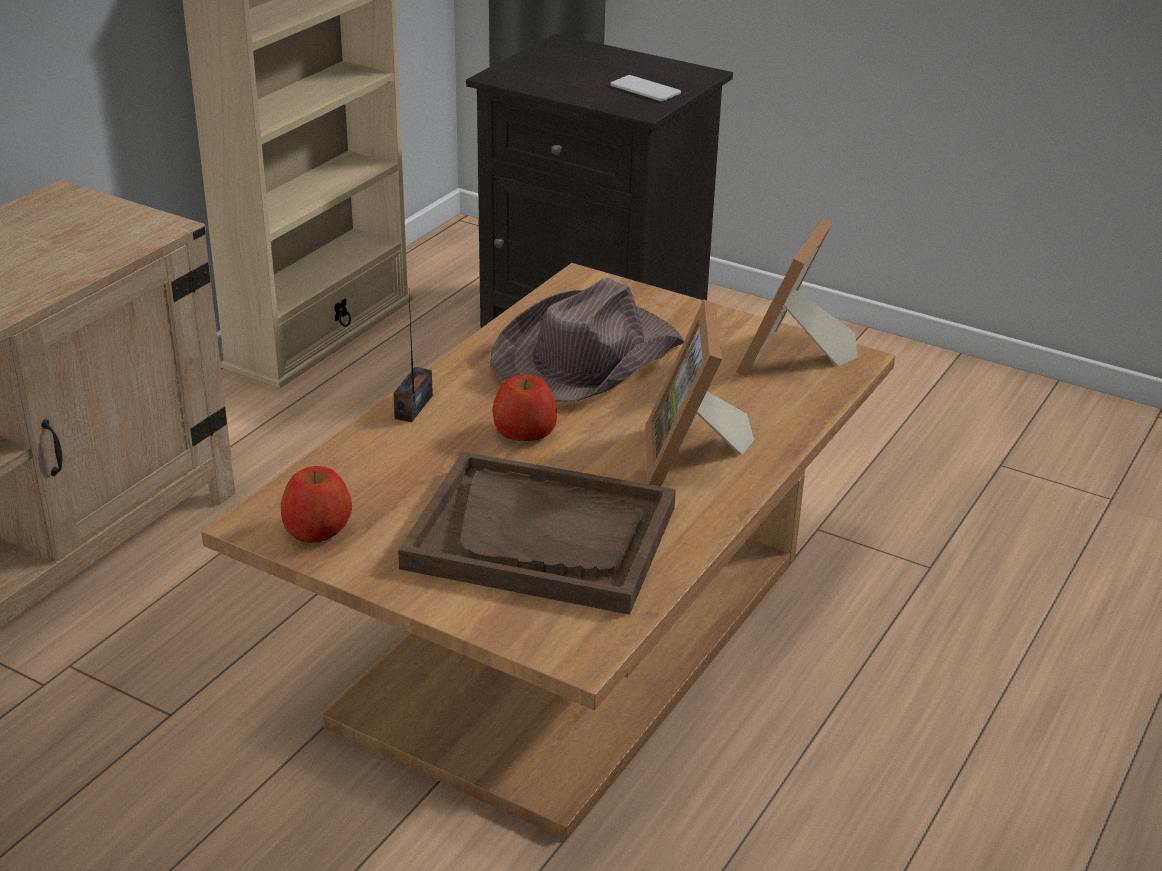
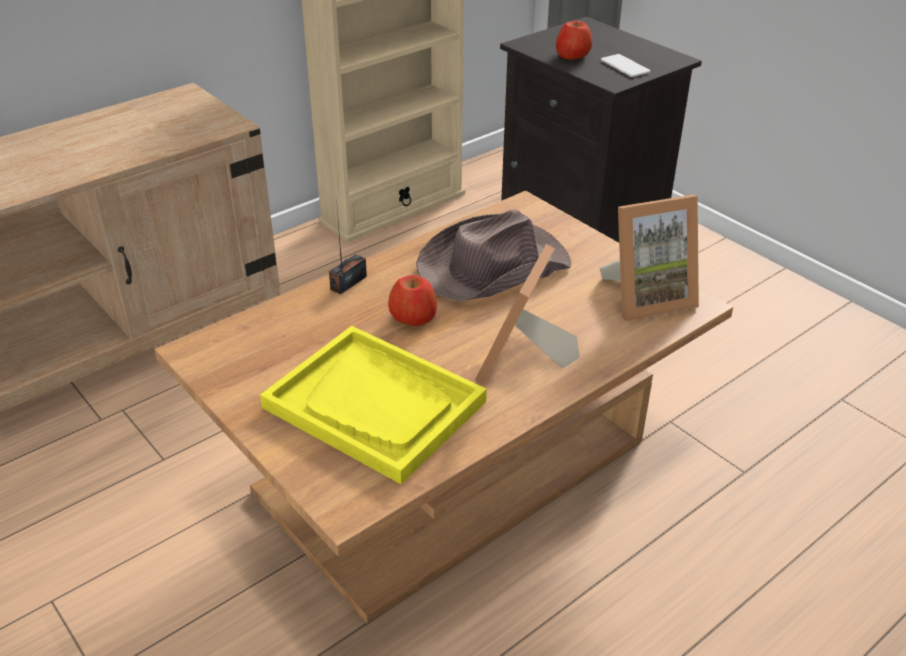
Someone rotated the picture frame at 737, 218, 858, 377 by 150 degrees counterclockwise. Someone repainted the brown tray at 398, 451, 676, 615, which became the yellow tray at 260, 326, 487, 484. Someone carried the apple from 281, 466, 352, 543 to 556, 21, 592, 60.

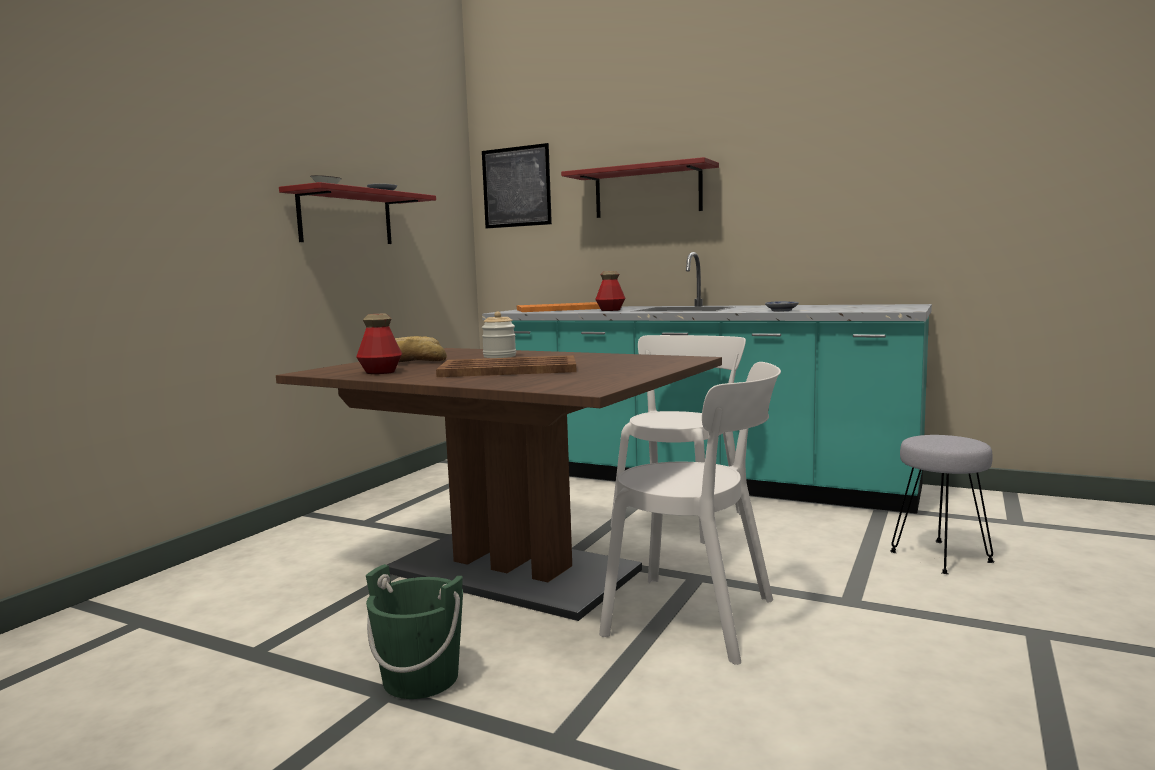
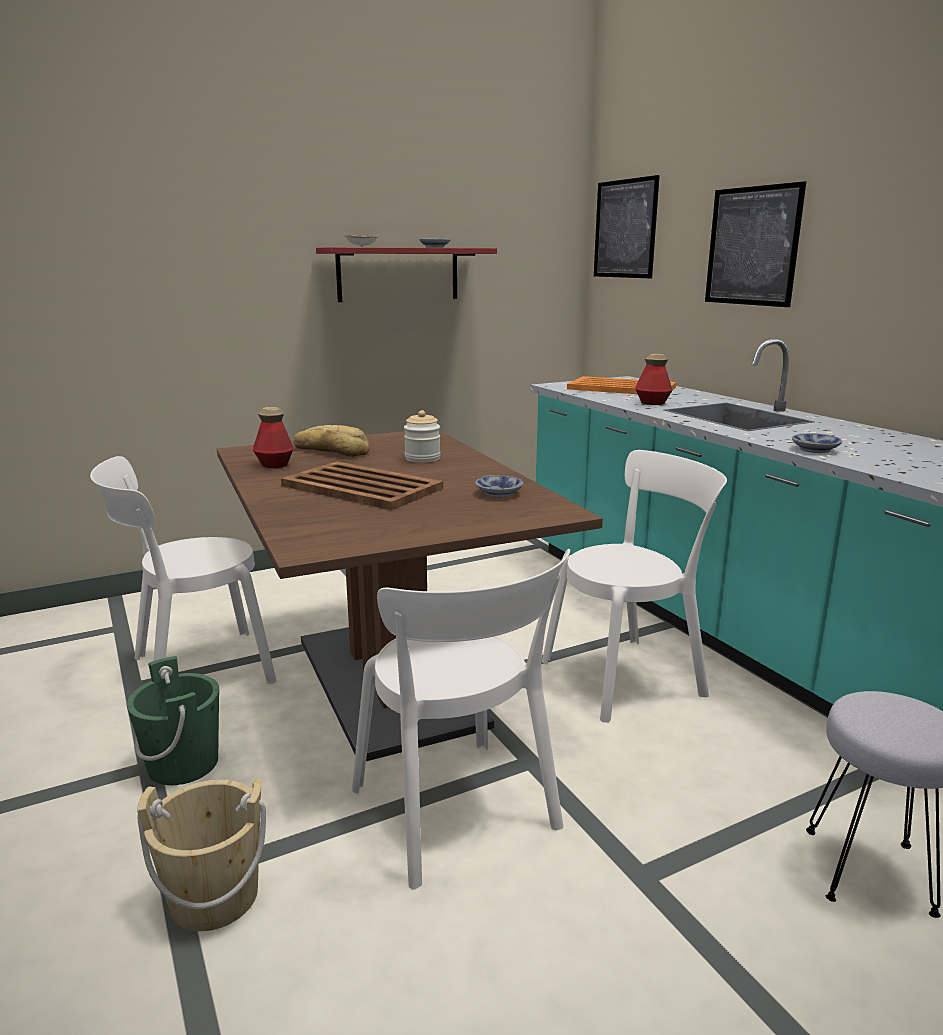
Someone swapped the reddish shelf at 561, 157, 719, 218 for the picture at 705, 181, 806, 307. Someone put down the white upright chair at 90, 456, 277, 684. Someone put down the bowl at 476, 475, 523, 498. Someone put down the beige-coloured water bucket at 137, 779, 266, 931.

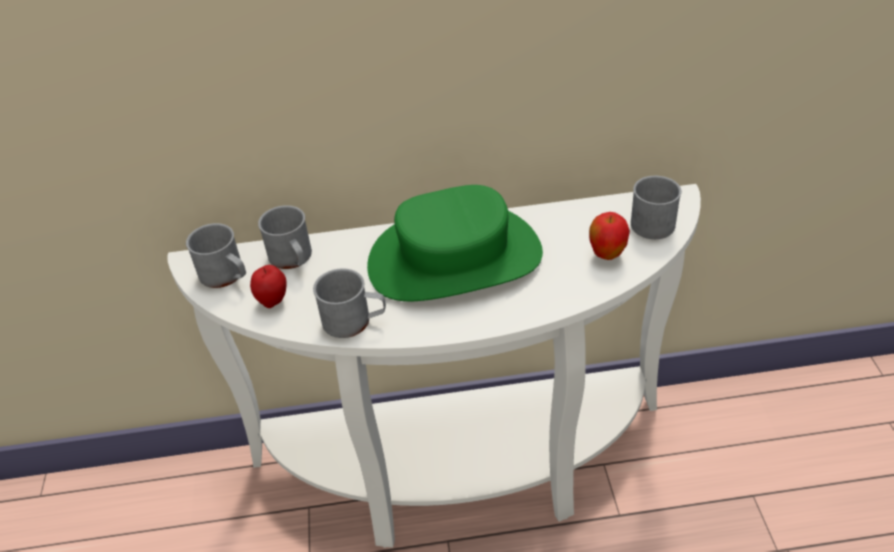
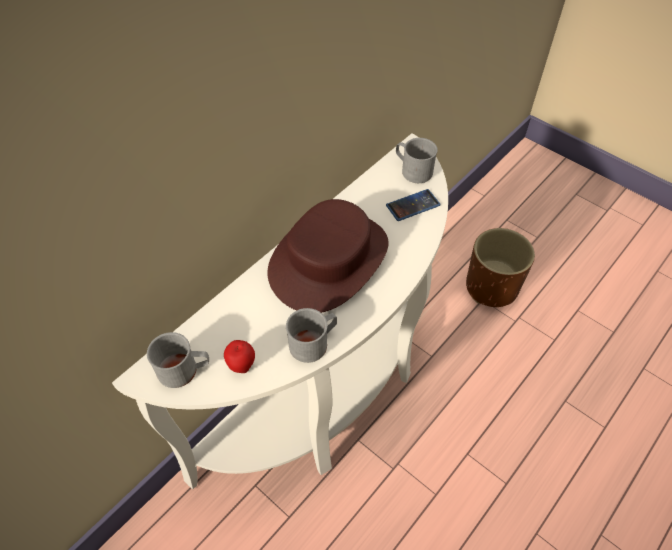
Someone repainted the green hat at 367, 185, 543, 301, which became the brown hat at 267, 199, 389, 313. Someone took away the greyish tea mug at 258, 205, 312, 269. Someone swapped the apple at 589, 212, 630, 260 for the telephone at 386, 189, 441, 221. Someone put down the brown plant pot at 466, 228, 535, 307.

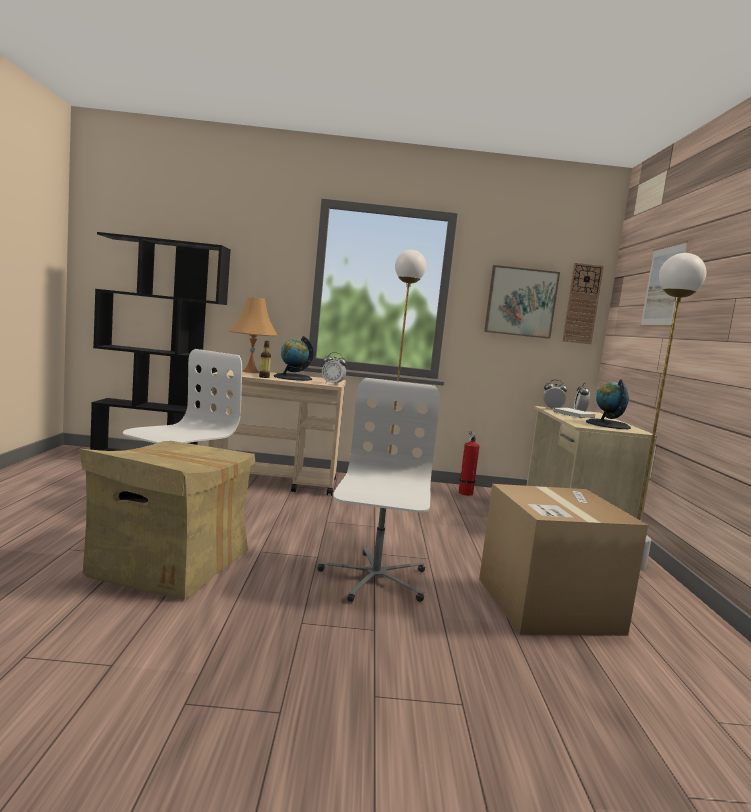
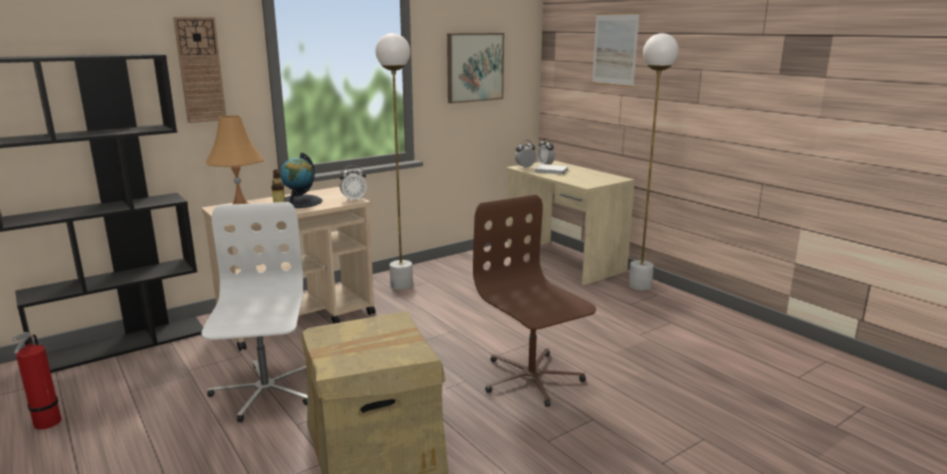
Someone carried the wall clock from 563, 263, 604, 344 to 173, 17, 226, 123. Someone repainted the white desk chair at 317, 378, 440, 602, which became the brown desk chair at 473, 195, 596, 407. Someone took away the world globe at 586, 380, 631, 429. Someone carried the fire-fighting cylinder from 458, 431, 479, 496 to 12, 332, 61, 430. Someone took away the cardboard box at 479, 484, 648, 636.

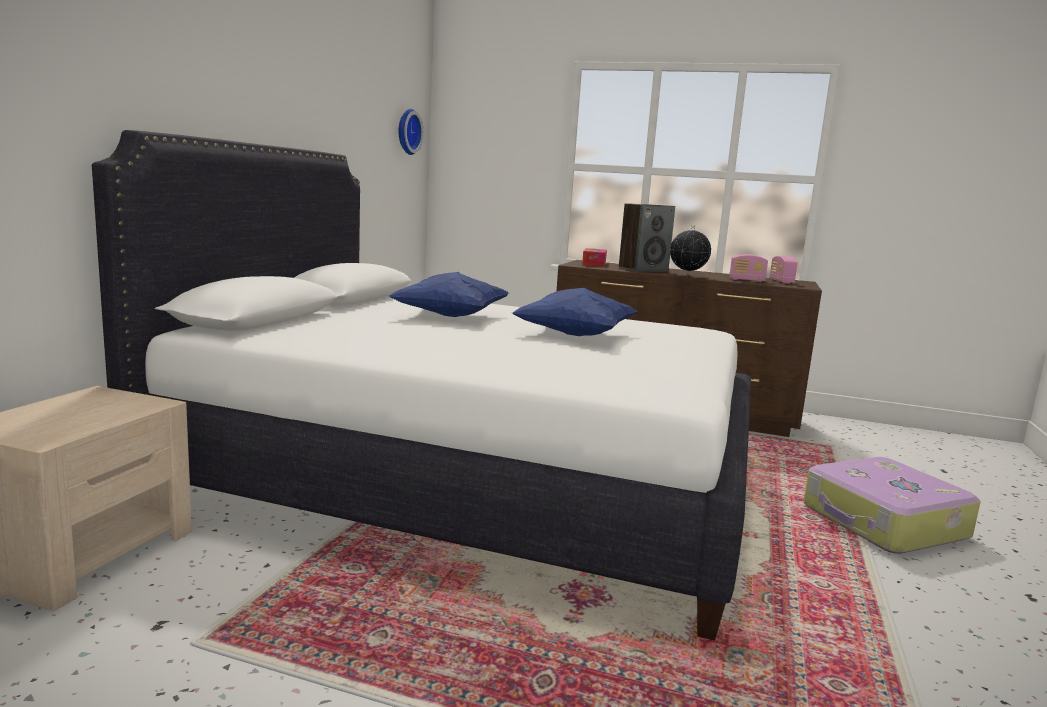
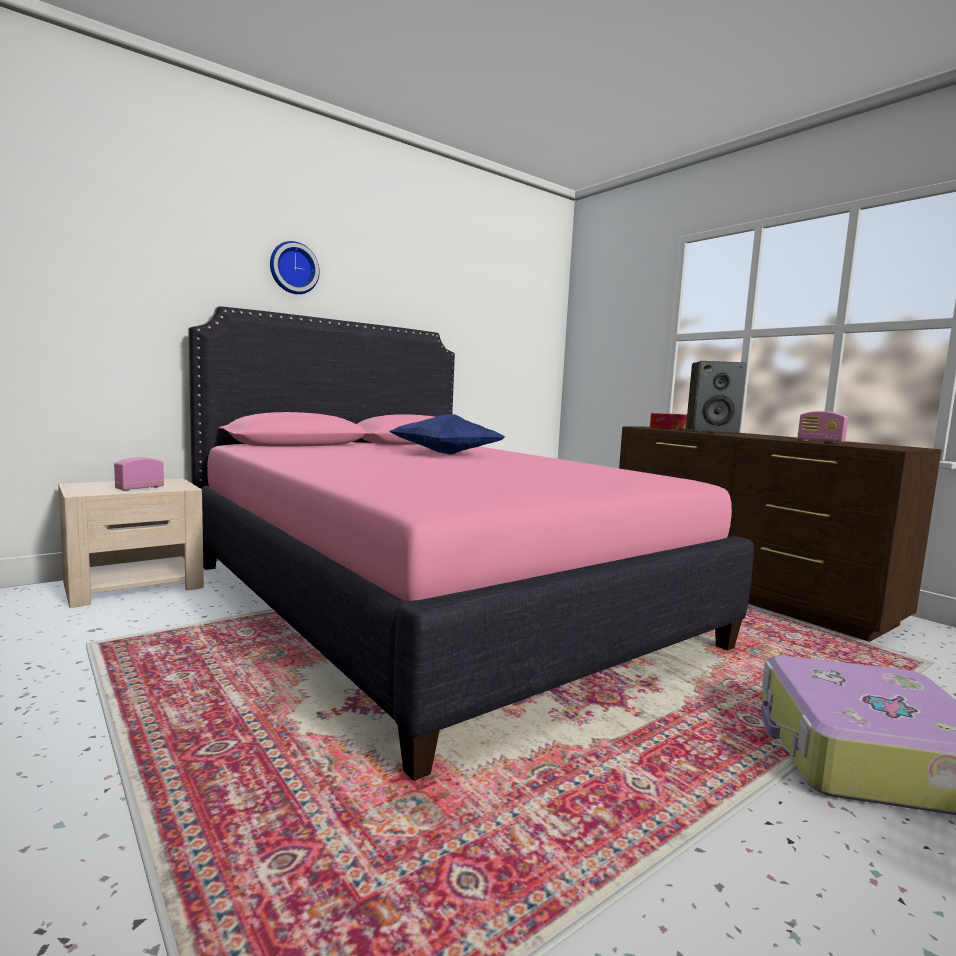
Someone carried the wall clock from 399, 109, 424, 155 to 270, 241, 320, 294. Someone repainted the white bedroom bed at 92, 130, 751, 641, which became the pink bedroom bed at 188, 306, 754, 781. Someone took away the world globe at 670, 226, 711, 277. Someone carried the radio set from 770, 256, 798, 283 to 114, 457, 164, 491. Someone took away the blue-coloured pillow at 513, 288, 637, 336.

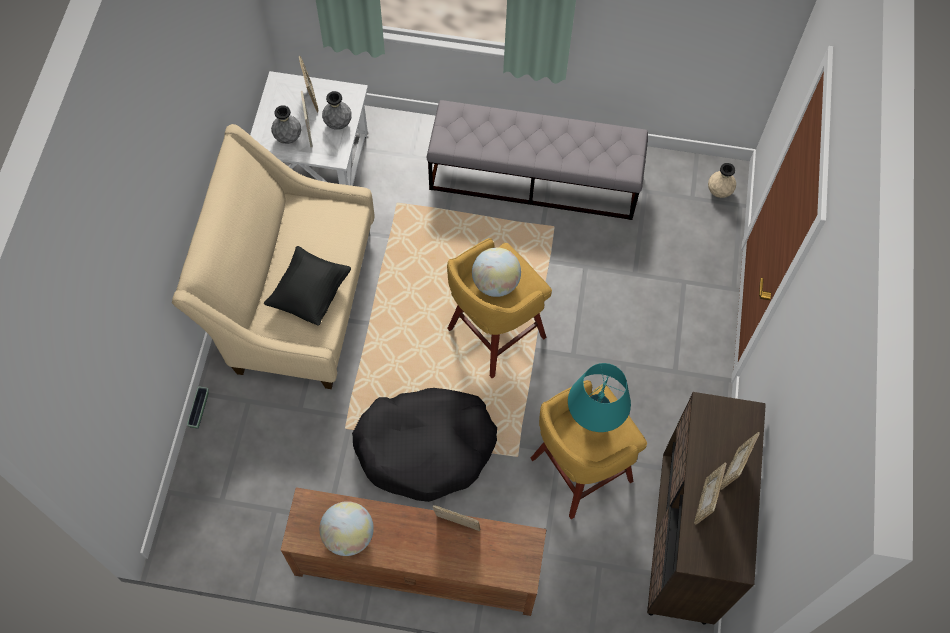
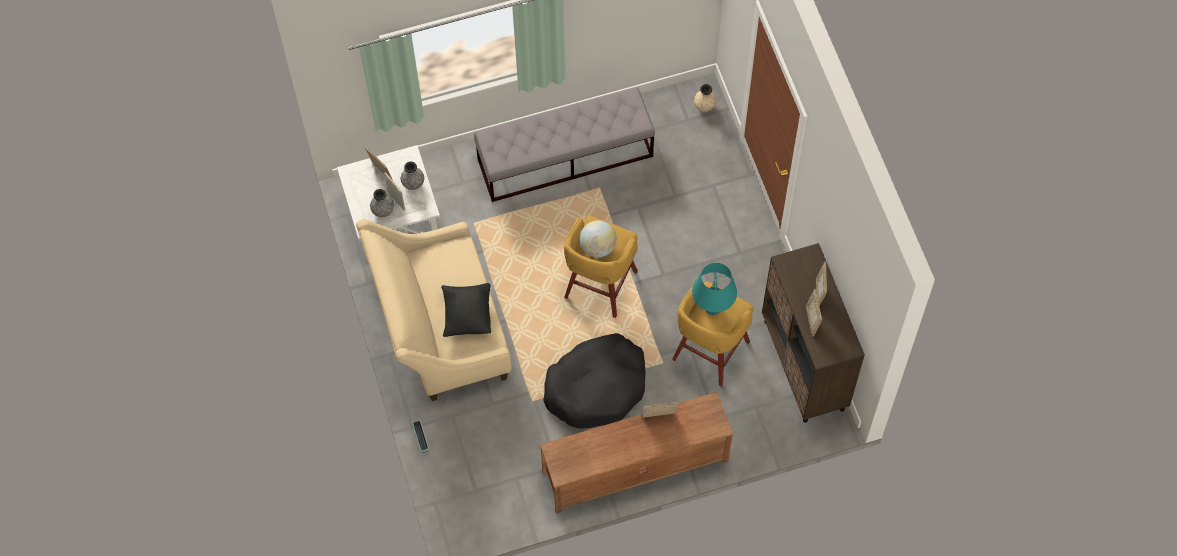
Someone took away the world globe at 320, 501, 374, 556.

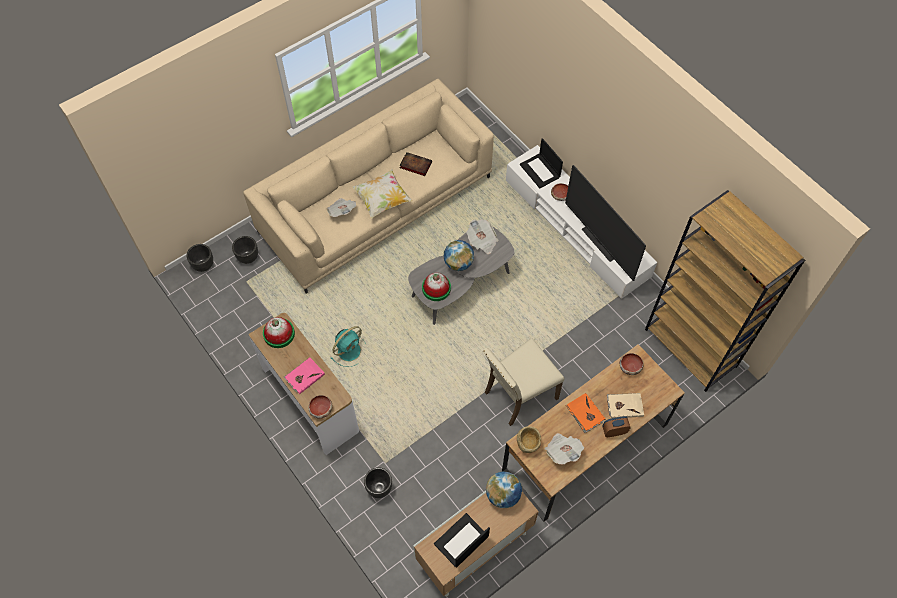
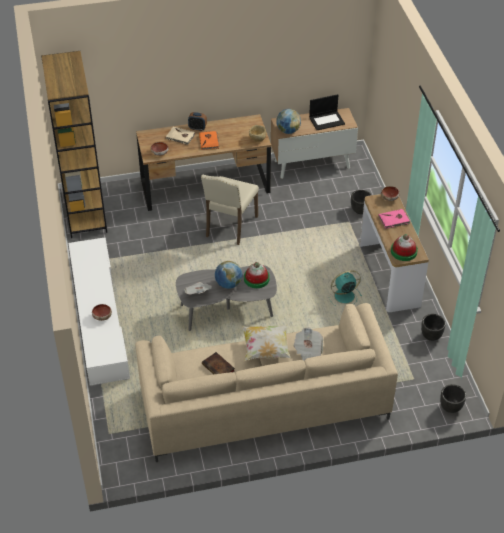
Someone took away the notebook computer at 520, 138, 563, 188. Someone took away the TV at 565, 165, 646, 281. Someone carried the black plant pot from 232, 236, 258, 264 to 421, 314, 446, 341. Someone rotated the beige-coloured upright chair at 483, 338, 565, 426 by 120 degrees clockwise. Someone took away the printed paper at 545, 433, 584, 464.

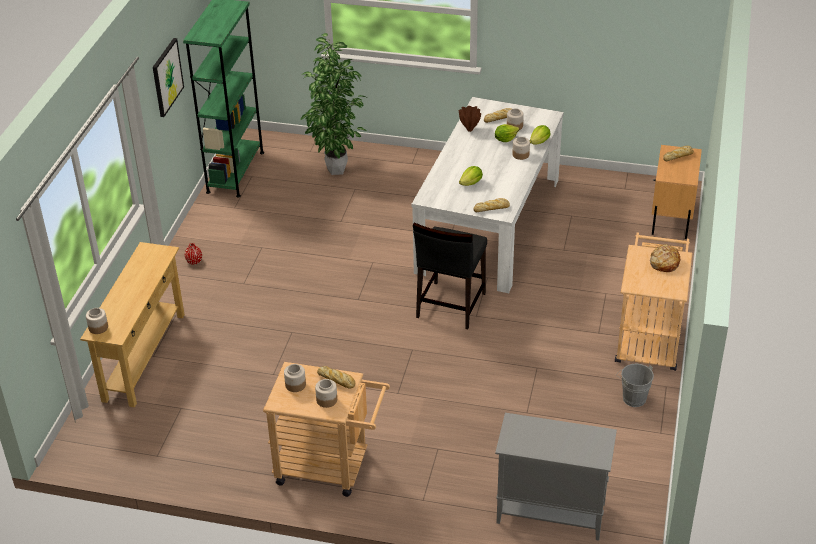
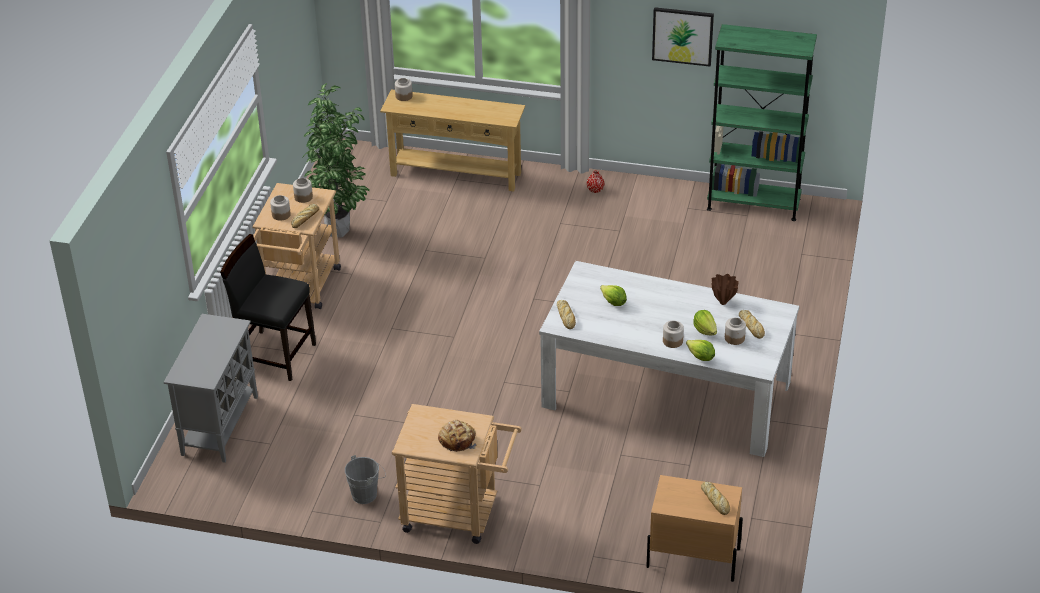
Someone carried the houseplant from 301, 33, 367, 175 to 303, 83, 370, 238. Someone carried the black upright chair from 413, 223, 487, 329 to 220, 234, 316, 381.

